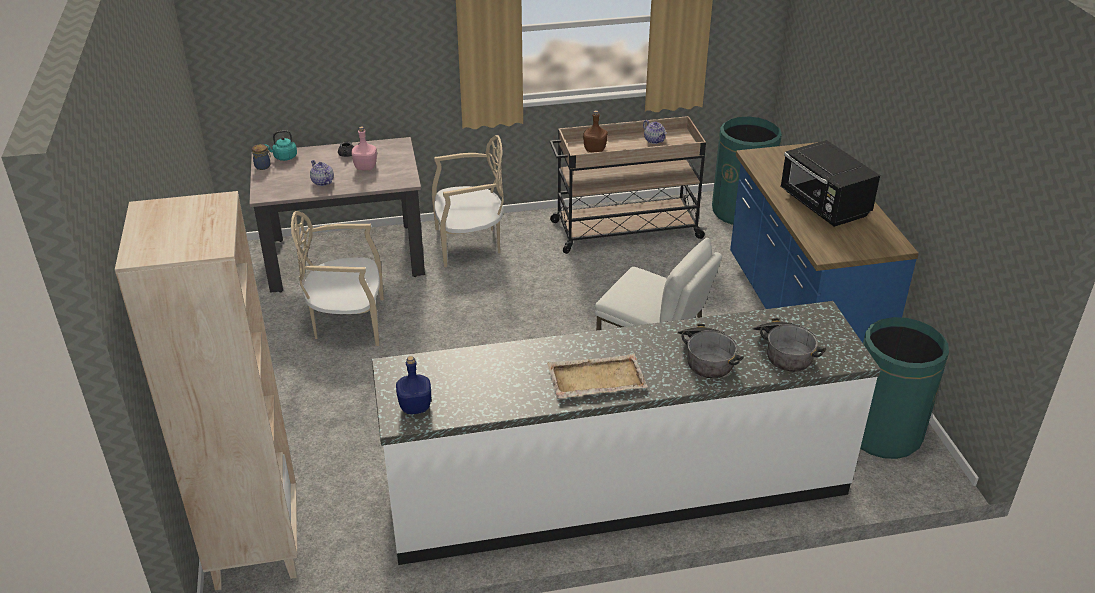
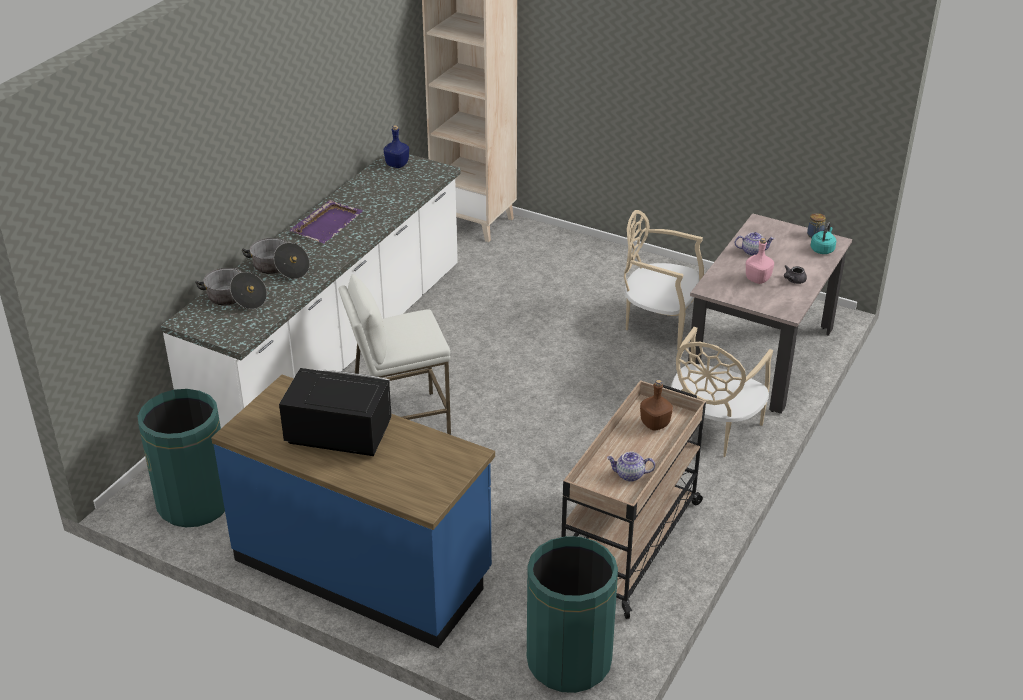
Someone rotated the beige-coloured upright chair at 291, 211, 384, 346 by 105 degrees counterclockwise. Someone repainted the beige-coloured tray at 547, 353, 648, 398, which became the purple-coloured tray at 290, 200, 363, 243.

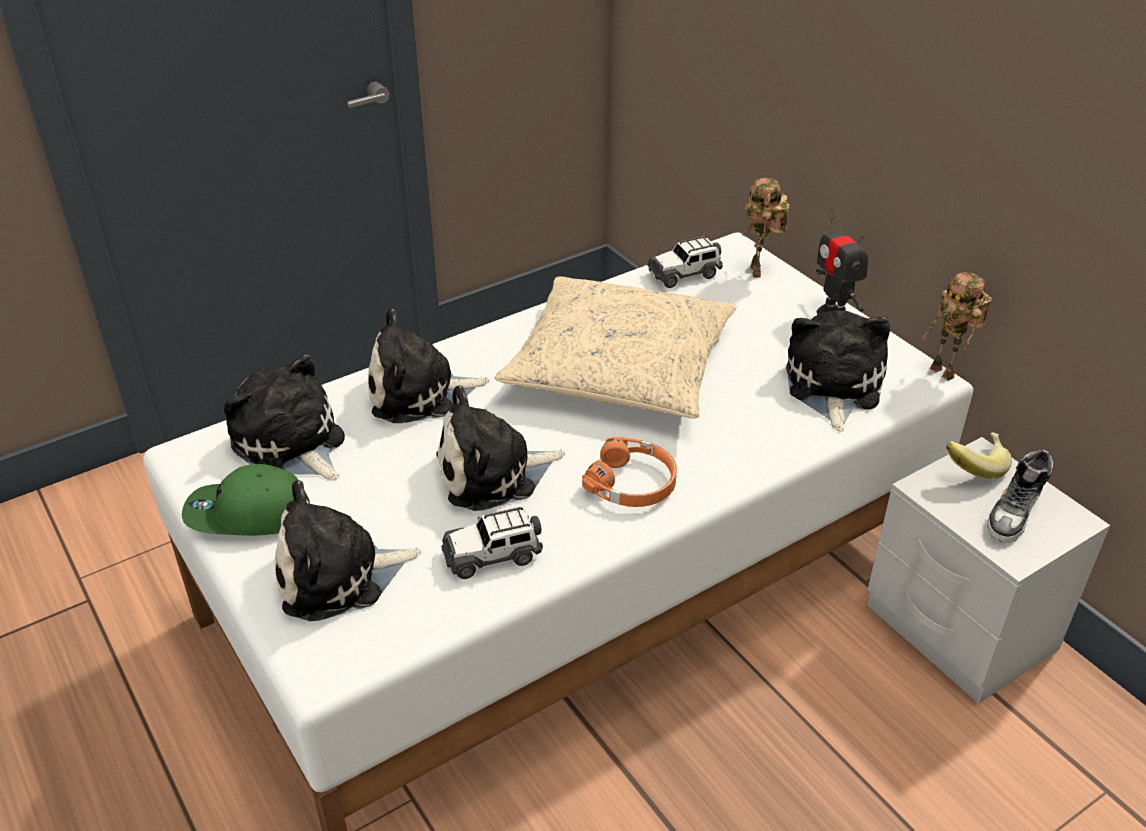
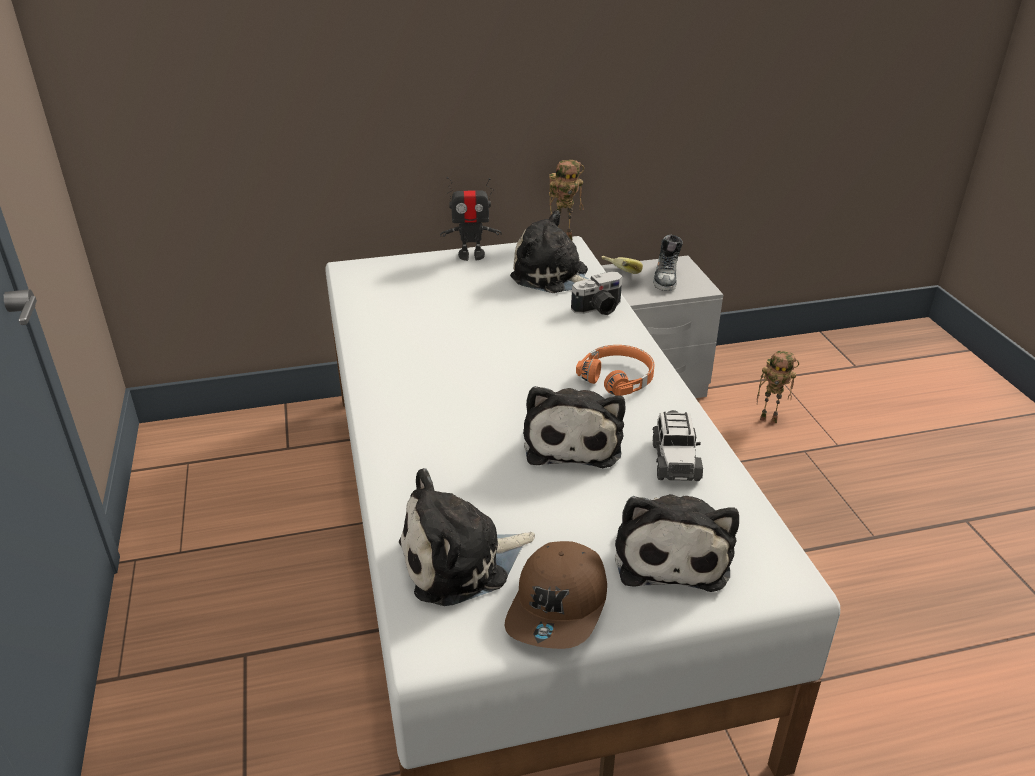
Someone carried the model robot from 742, 178, 790, 278 to 757, 351, 799, 423. Someone took away the model car at 647, 236, 723, 288. Someone took away the beige-coloured pillow at 494, 276, 737, 418. Someone took away the cuddly toy at 368, 309, 489, 423. Someone rotated the shoe at 987, 450, 1054, 543 by 45 degrees clockwise. Someone repainted the green cap at 182, 464, 310, 536, which became the brown cap at 505, 541, 607, 649. Someone put down the photo camera at 571, 271, 623, 315.

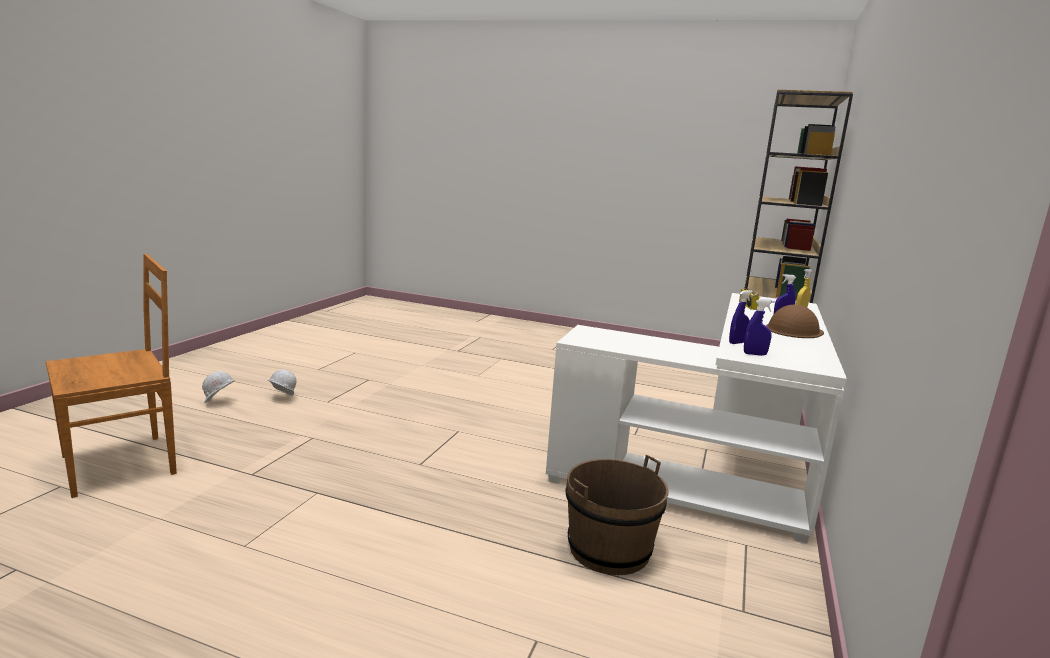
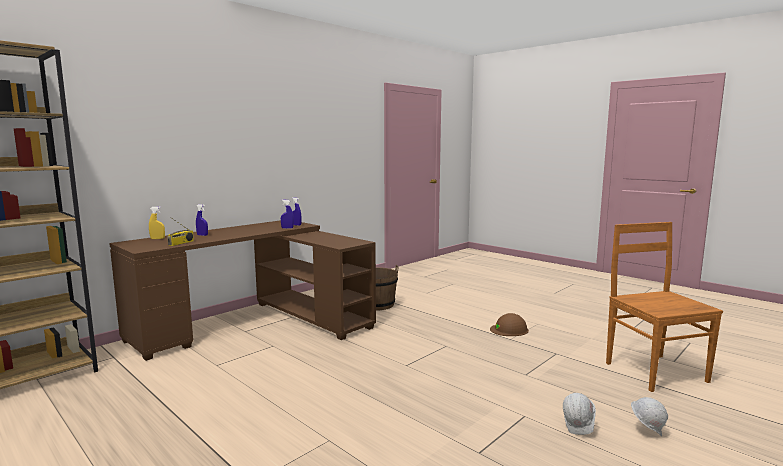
Someone rotated the brown upright chair at 46, 254, 177, 498 by 90 degrees clockwise. Someone repainted the white desk at 546, 293, 847, 543, which became the brown desk at 109, 220, 376, 361. Someone carried the brown safety helmet from 766, 304, 824, 338 to 490, 313, 529, 336.

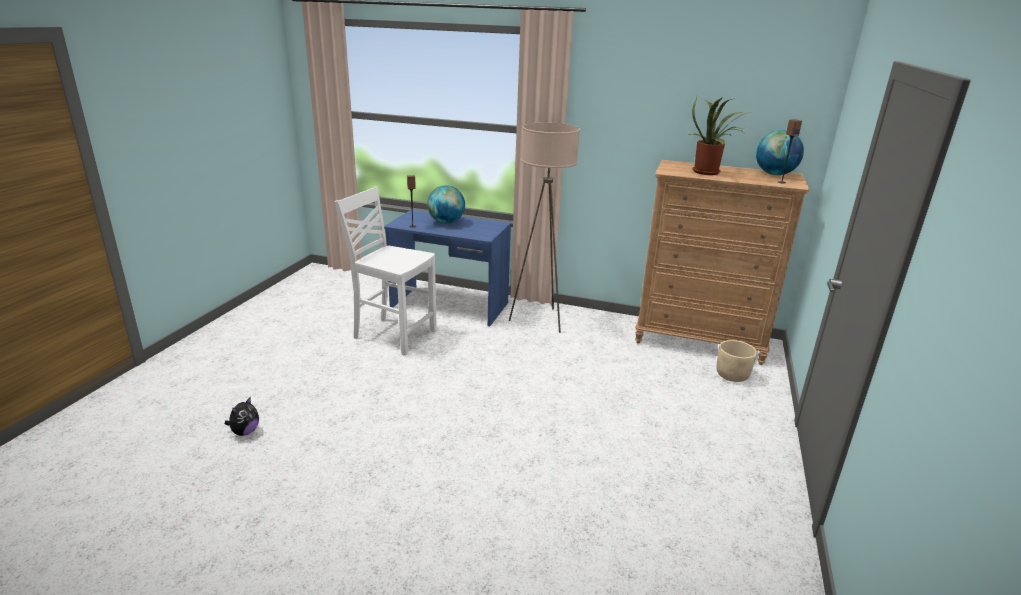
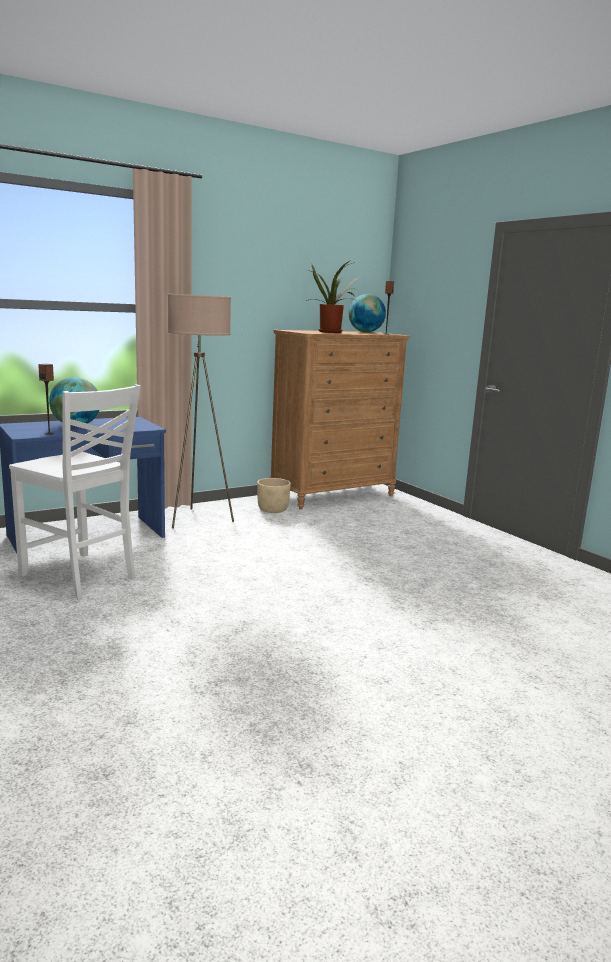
Someone rotated the white upright chair at 335, 186, 437, 356 by 120 degrees counterclockwise. Someone carried the beige-coloured plant pot from 716, 340, 757, 382 to 257, 478, 291, 513. Someone took away the cuddly toy at 225, 397, 259, 436.

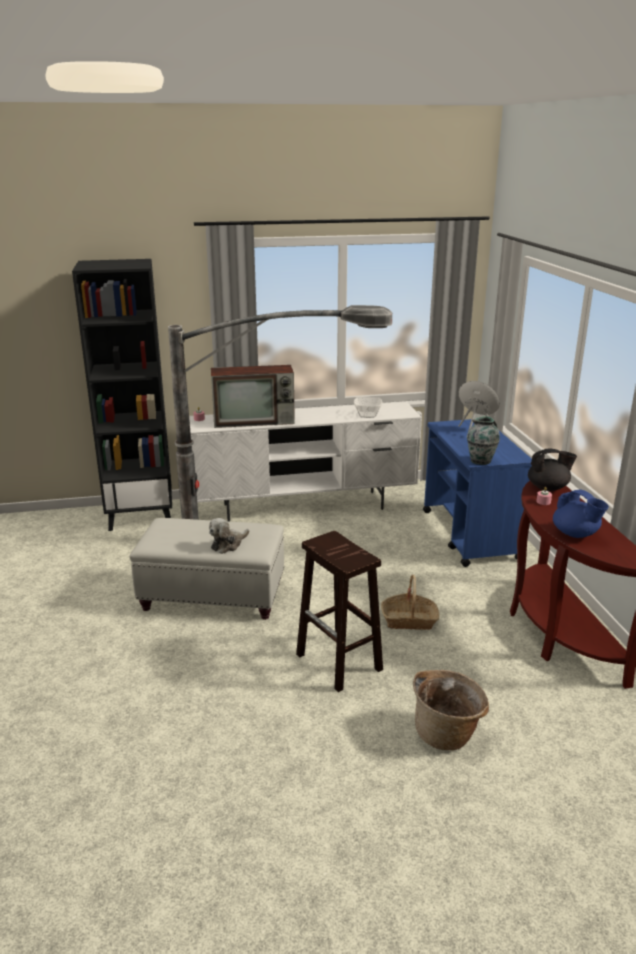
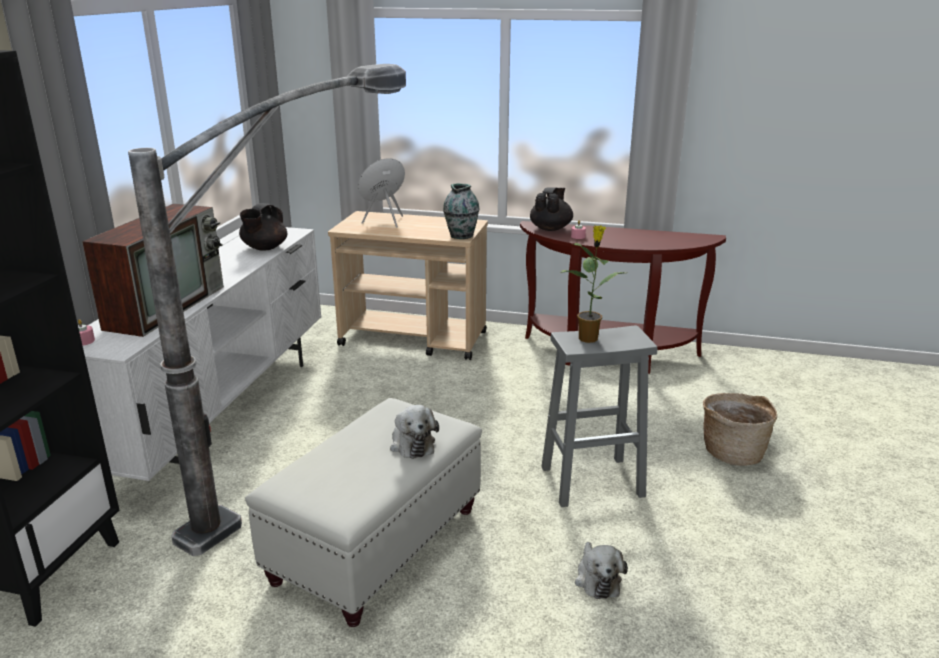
Someone swapped the bowl at 354, 397, 382, 418 for the black pot for tea at 239, 203, 287, 251. Someone repainted the blue-coloured trolley at 423, 419, 532, 567, which became the beige-coloured trolley at 328, 211, 488, 360. Someone took away the blue-coloured pot for tea at 553, 490, 609, 538. Someone repainted the brown sitting stool at 296, 531, 383, 692, which became the greyish sitting stool at 541, 325, 658, 507. Someone took away the household basket at 381, 575, 440, 630. Someone put down the houseplant at 560, 225, 624, 343. Someone put down the cuddly toy at 575, 542, 628, 599.

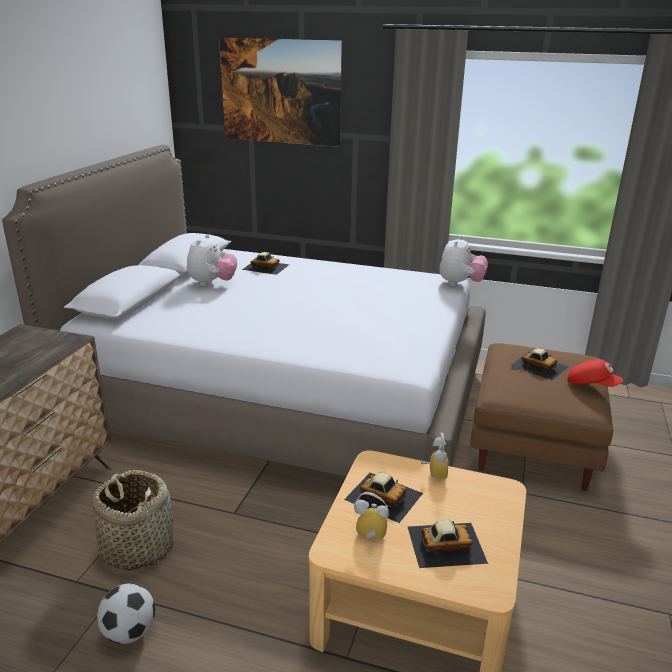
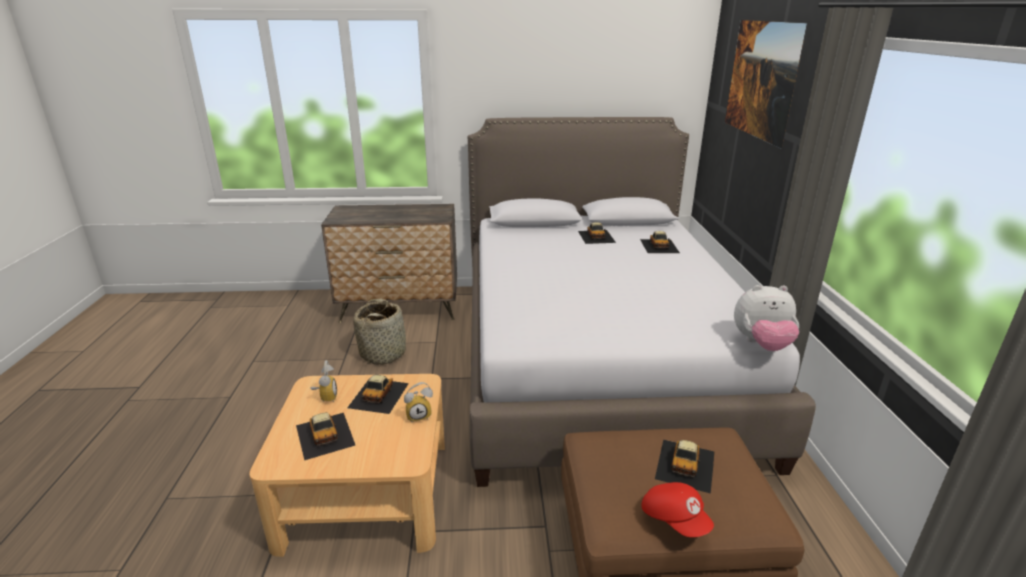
Someone swapped the cuddly toy at 187, 234, 237, 286 for the model car at 578, 222, 616, 244. Someone rotated the reddish cap at 567, 359, 623, 387 by 45 degrees counterclockwise. Someone took away the football at 97, 583, 155, 644.

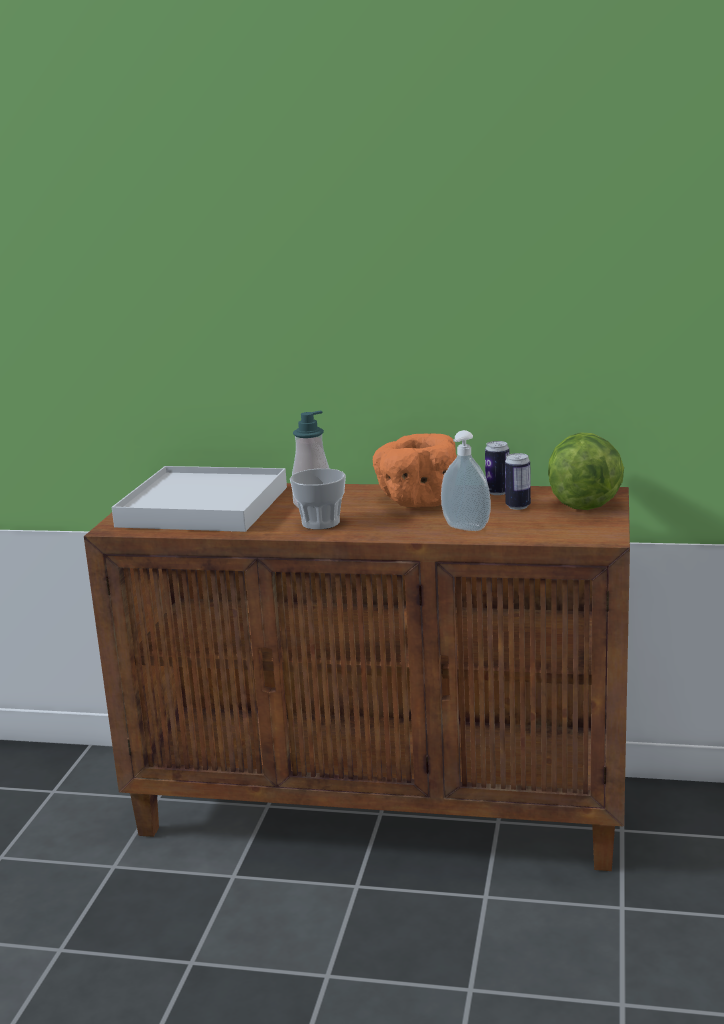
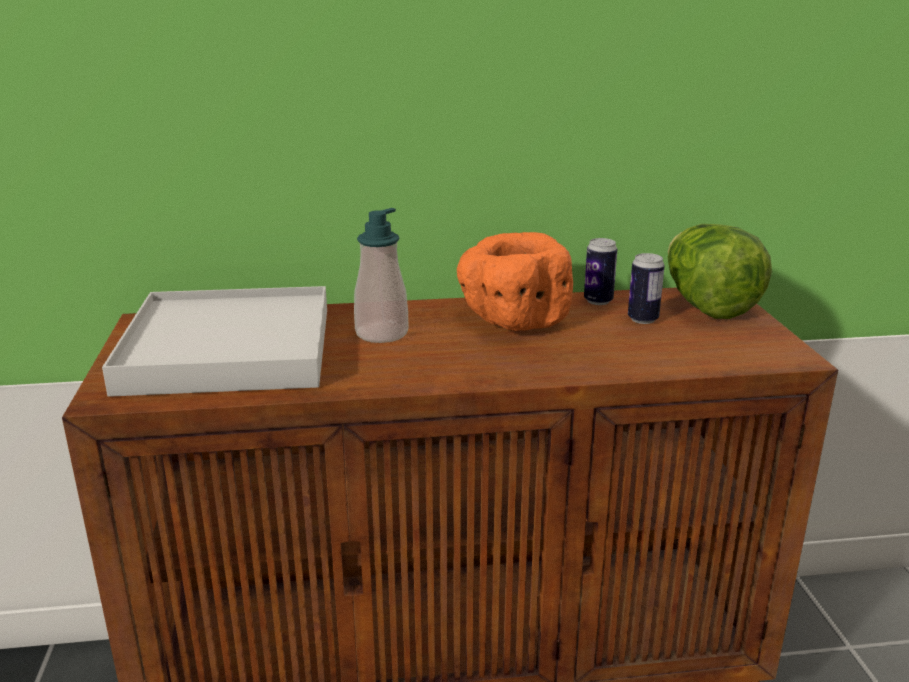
Someone took away the soap dispenser at 441, 430, 491, 531. Someone took away the small cup at 290, 468, 346, 530.

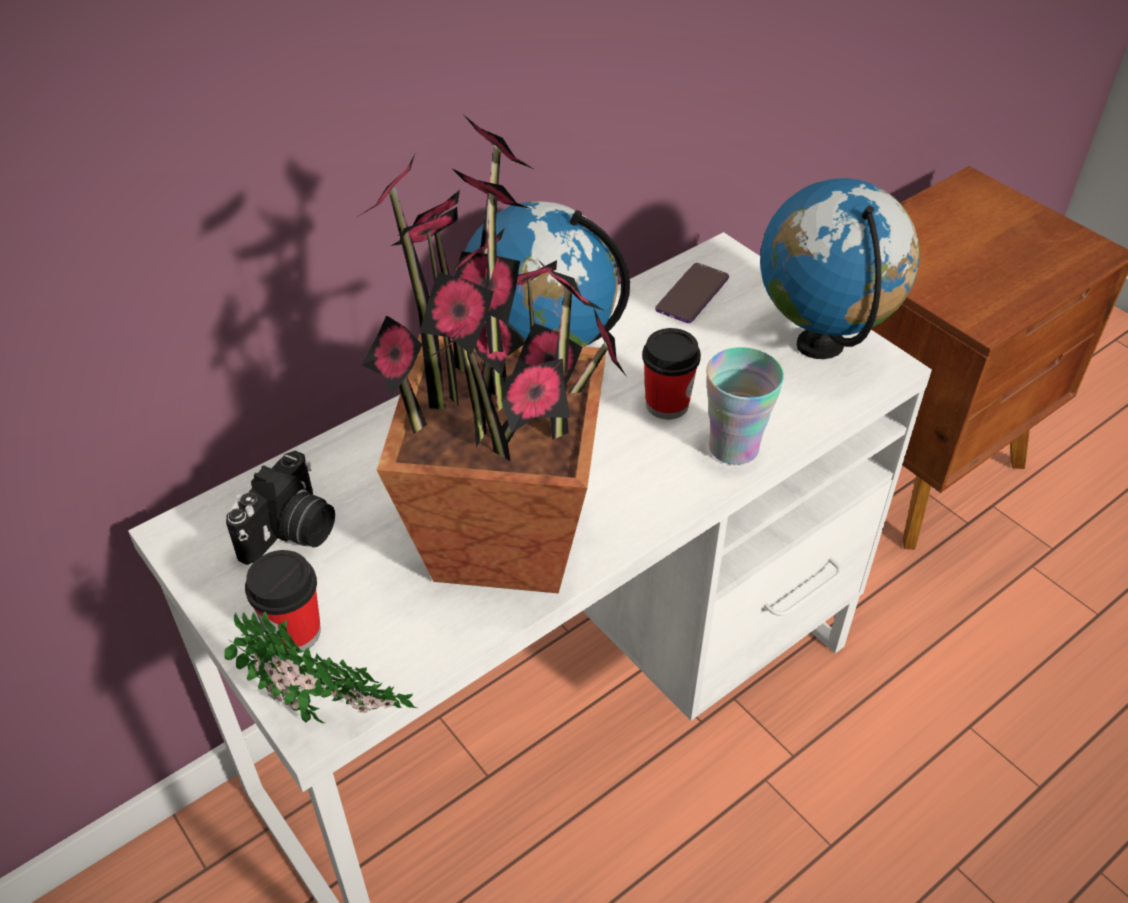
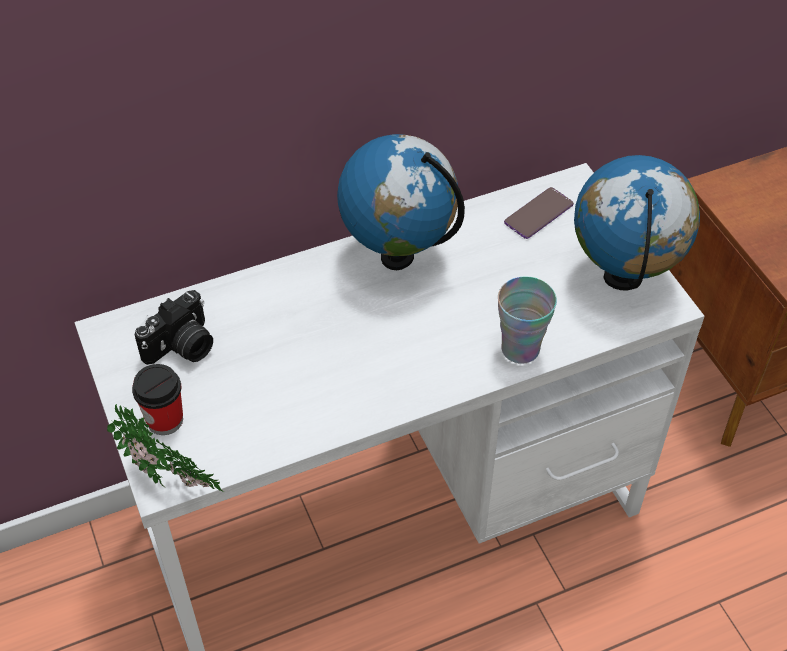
Someone took away the houseplant at 357, 115, 627, 593. Someone took away the small cup at 642, 328, 701, 419.

